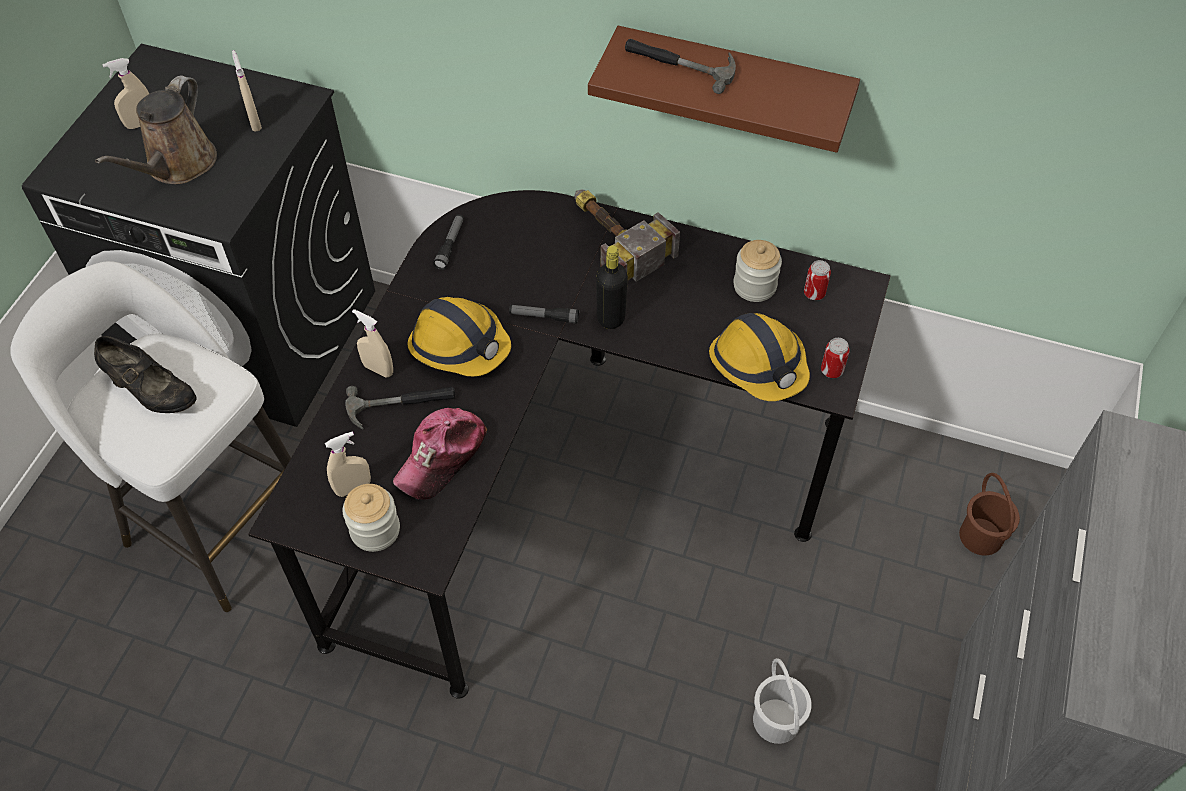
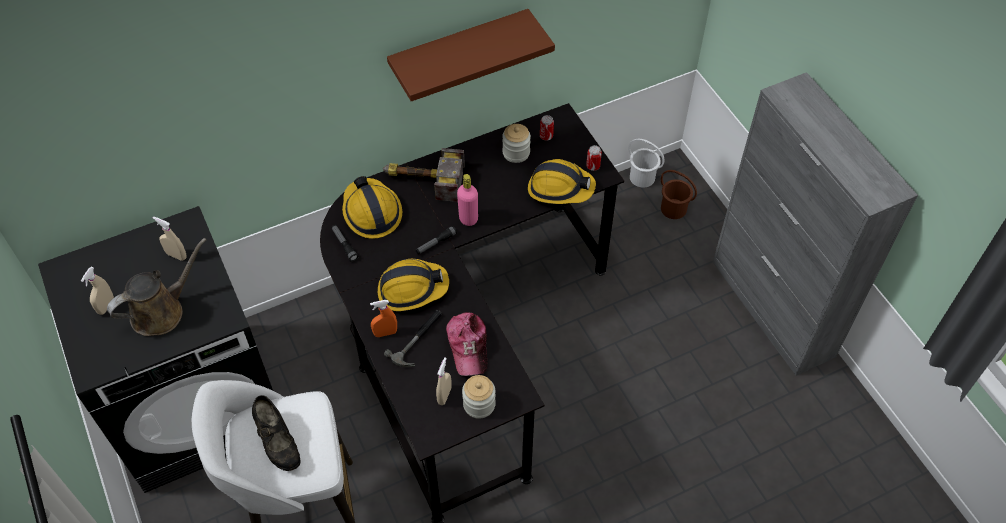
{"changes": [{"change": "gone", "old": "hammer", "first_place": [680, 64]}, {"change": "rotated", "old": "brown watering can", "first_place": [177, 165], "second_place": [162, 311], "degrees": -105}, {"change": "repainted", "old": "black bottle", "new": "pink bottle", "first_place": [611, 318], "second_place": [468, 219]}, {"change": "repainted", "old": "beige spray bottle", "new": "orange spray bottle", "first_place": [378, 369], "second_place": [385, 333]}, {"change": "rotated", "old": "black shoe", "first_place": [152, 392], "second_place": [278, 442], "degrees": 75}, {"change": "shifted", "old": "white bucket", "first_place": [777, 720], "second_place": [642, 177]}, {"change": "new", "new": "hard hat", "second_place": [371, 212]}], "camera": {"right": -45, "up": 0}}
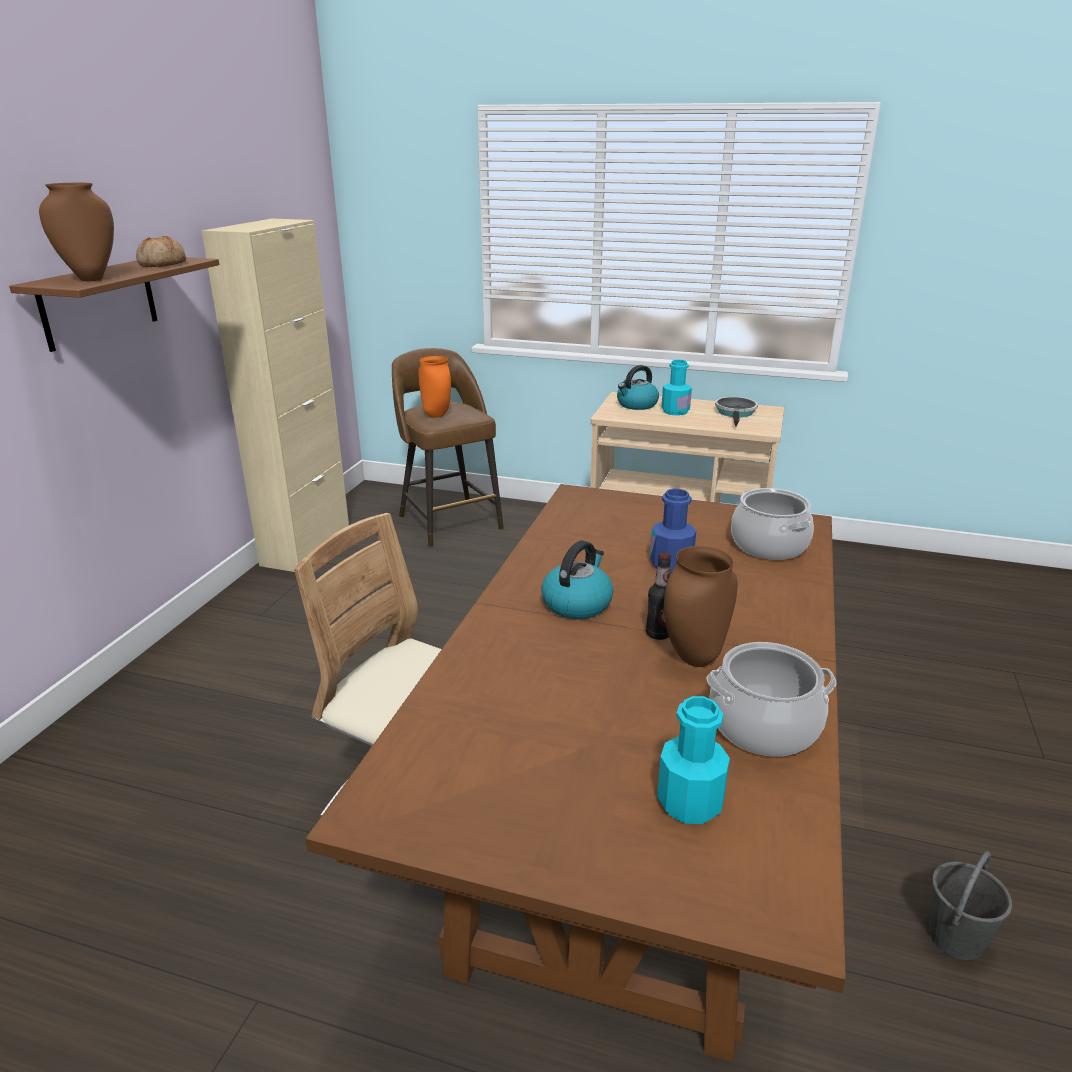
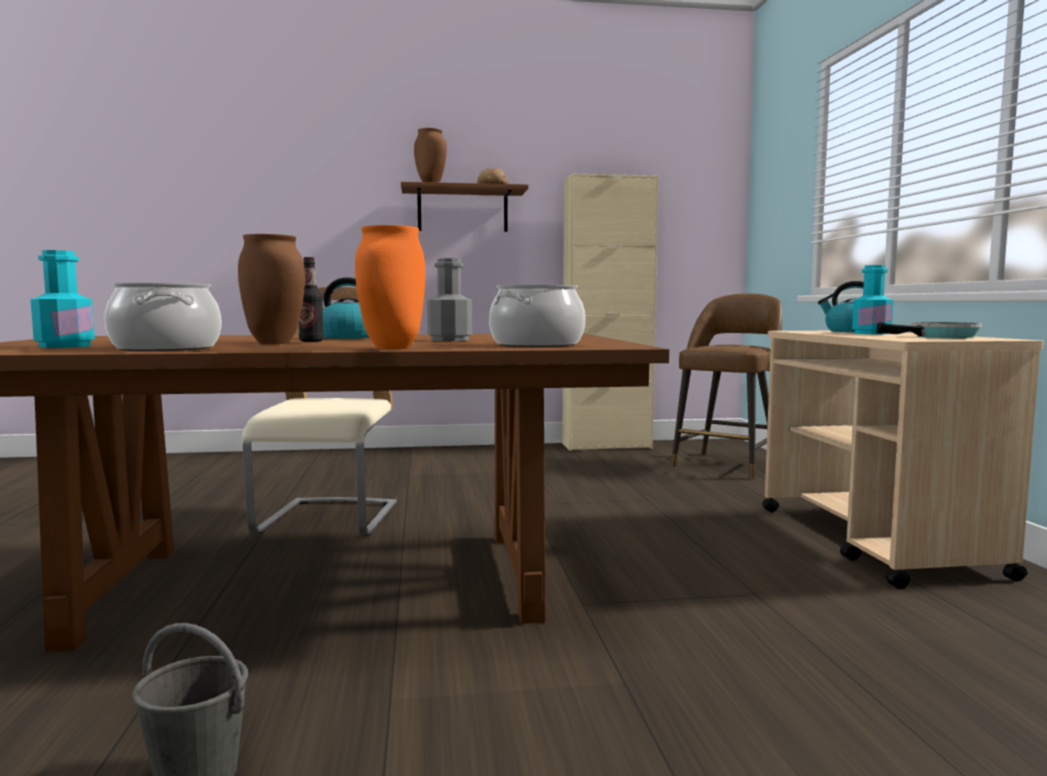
{"changes": [{"change": "shifted", "old": "orange vase", "first_place": [437, 415], "second_place": [393, 348]}, {"change": "repainted", "old": "blue bottle", "new": "grey bottle", "first_place": [671, 564], "second_place": [449, 340]}], "camera": {"right": 65, "up": -20}}
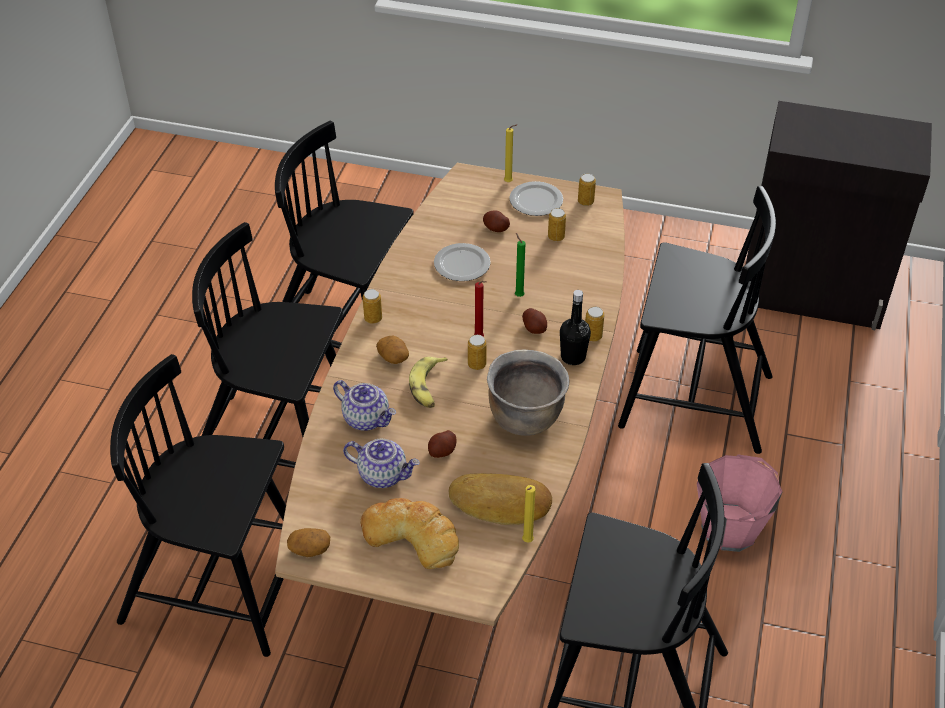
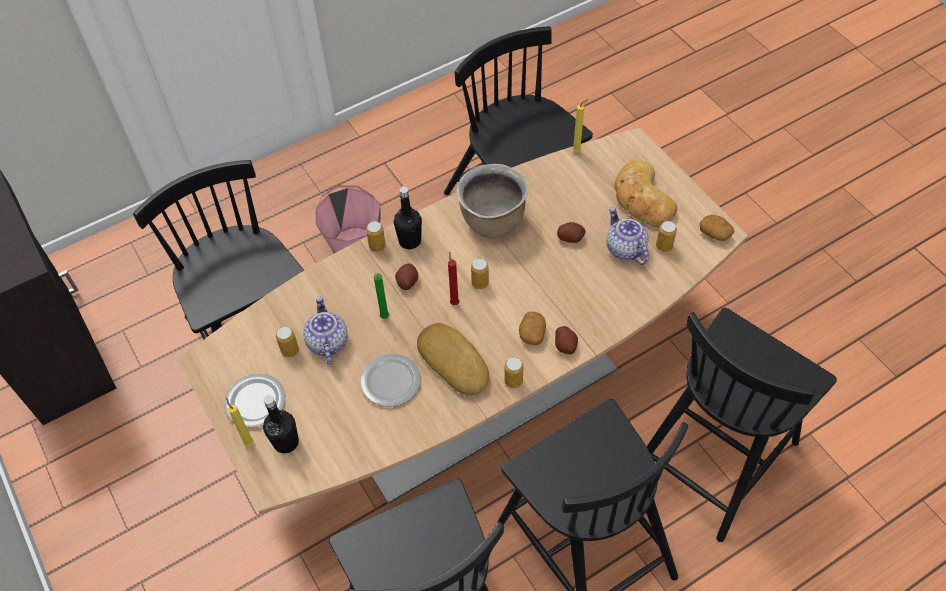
{"changes": [{"change": "shifted", "old": "can", "first_place": [585, 202], "second_place": [664, 246]}, {"change": "shifted", "old": "potato", "first_place": [495, 228], "second_place": [565, 345]}, {"change": "rotated", "old": "black chair", "first_place": [219, 588], "second_place": [715, 455], "degrees": 75}, {"change": "gone", "old": "banana", "first_place": [428, 387]}, {"change": "shifted", "old": "teapot", "first_place": [367, 418], "second_place": [327, 342]}, {"change": "shifted", "old": "bread", "first_place": [500, 504], "second_place": [454, 361]}, {"change": "new", "new": "black bottle", "second_place": [286, 442]}], "camera": {"right": -135, "up": 10}}
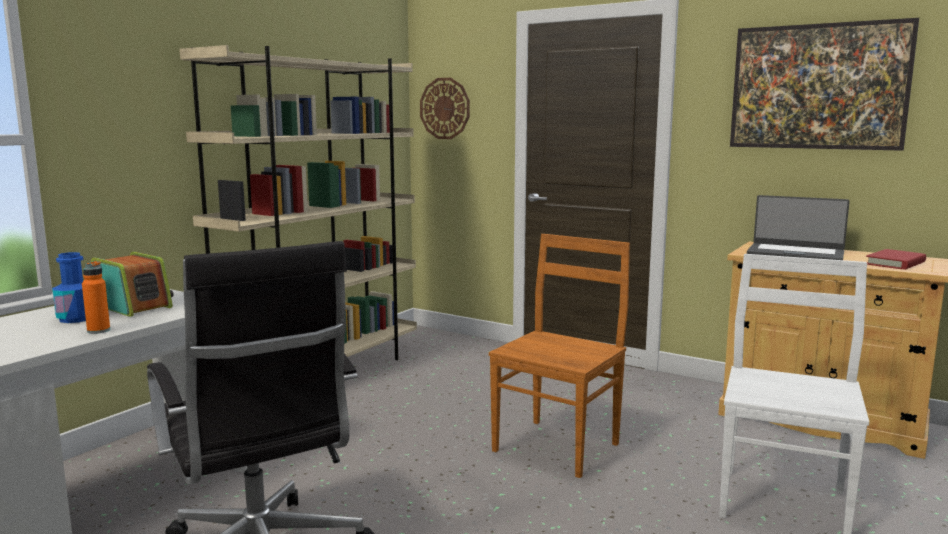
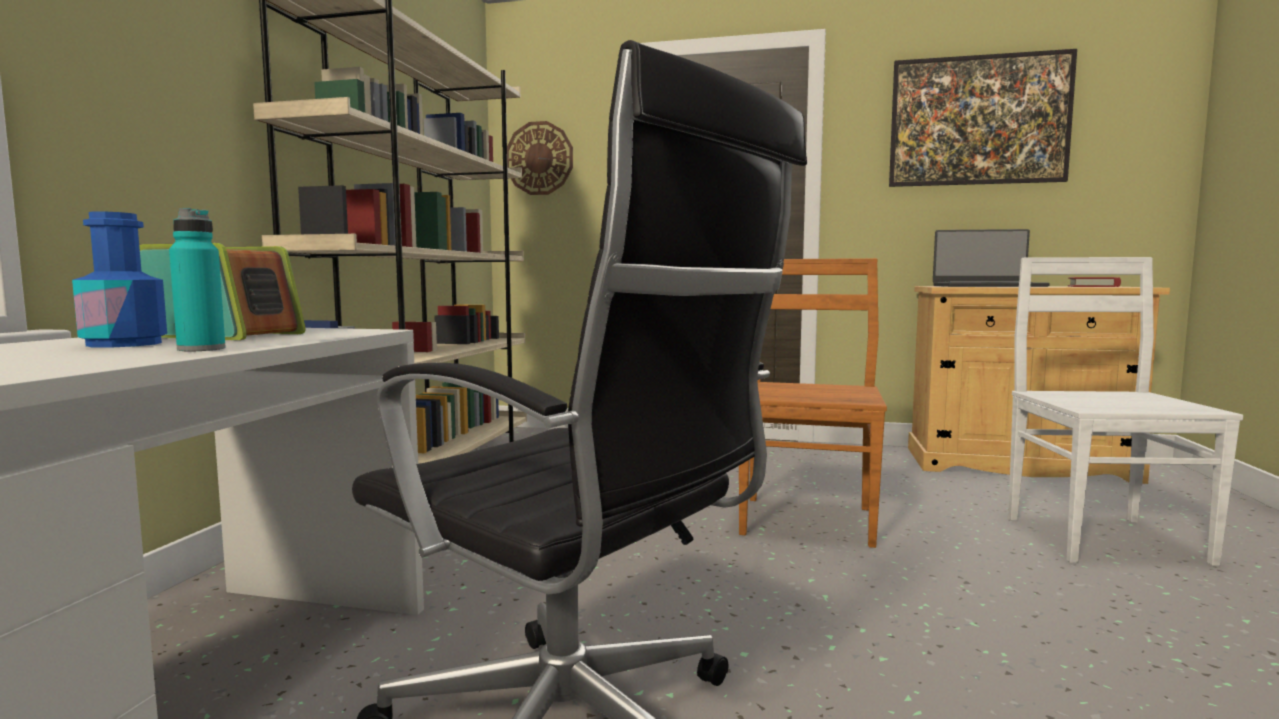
{"changes": [{"change": "repainted", "old": "orange bottle", "new": "turquoise bottle", "first_place": [98, 330], "second_place": [201, 349]}], "camera": {"right": -20, "up": -5}}
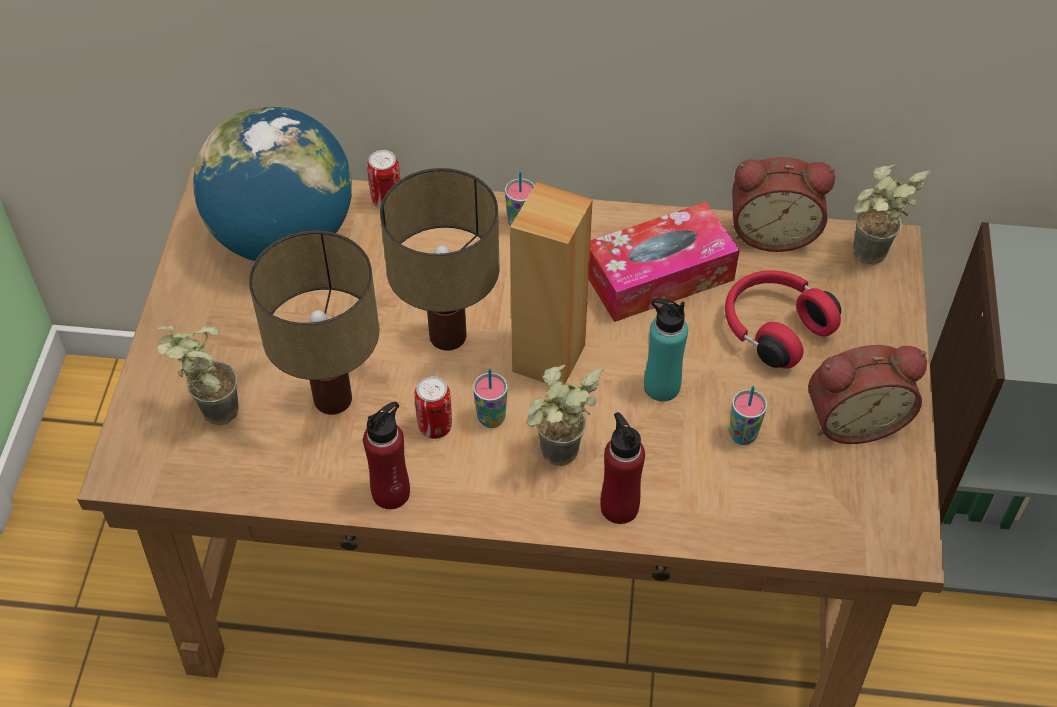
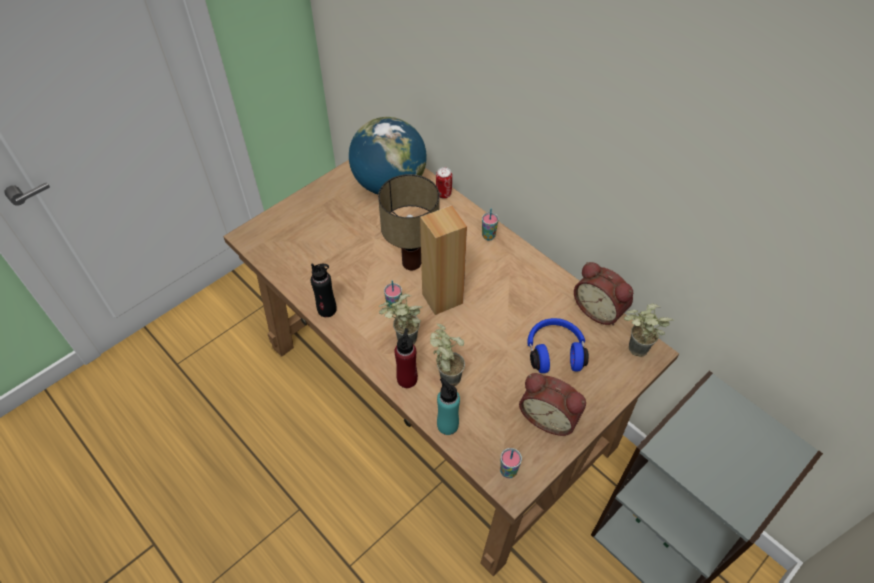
{"changes": [{"change": "gone", "old": "tissue box", "first_place": [659, 276]}, {"change": "gone", "old": "table lamp", "first_place": [331, 400]}, {"change": "repainted", "old": "red headphones", "new": "blue headphones", "first_place": [774, 328], "second_place": [554, 351]}, {"change": "shifted", "old": "turquoise bottle", "first_place": [661, 386], "second_place": [447, 425]}, {"change": "shifted", "old": "potted plant", "first_place": [209, 413], "second_place": [444, 375]}, {"change": "gone", "old": "can", "first_place": [435, 427]}, {"change": "shifted", "old": "cup", "first_place": [743, 435], "second_place": [508, 471]}, {"change": "repainted", "old": "red bottle", "new": "black bottle", "first_place": [391, 493], "second_place": [327, 309]}], "camera": {"right": 40, "up": 0}}
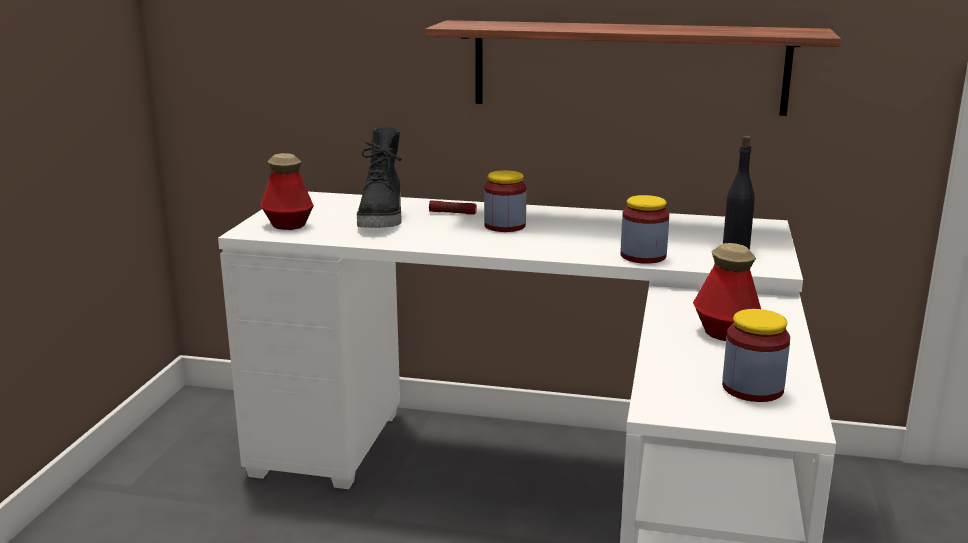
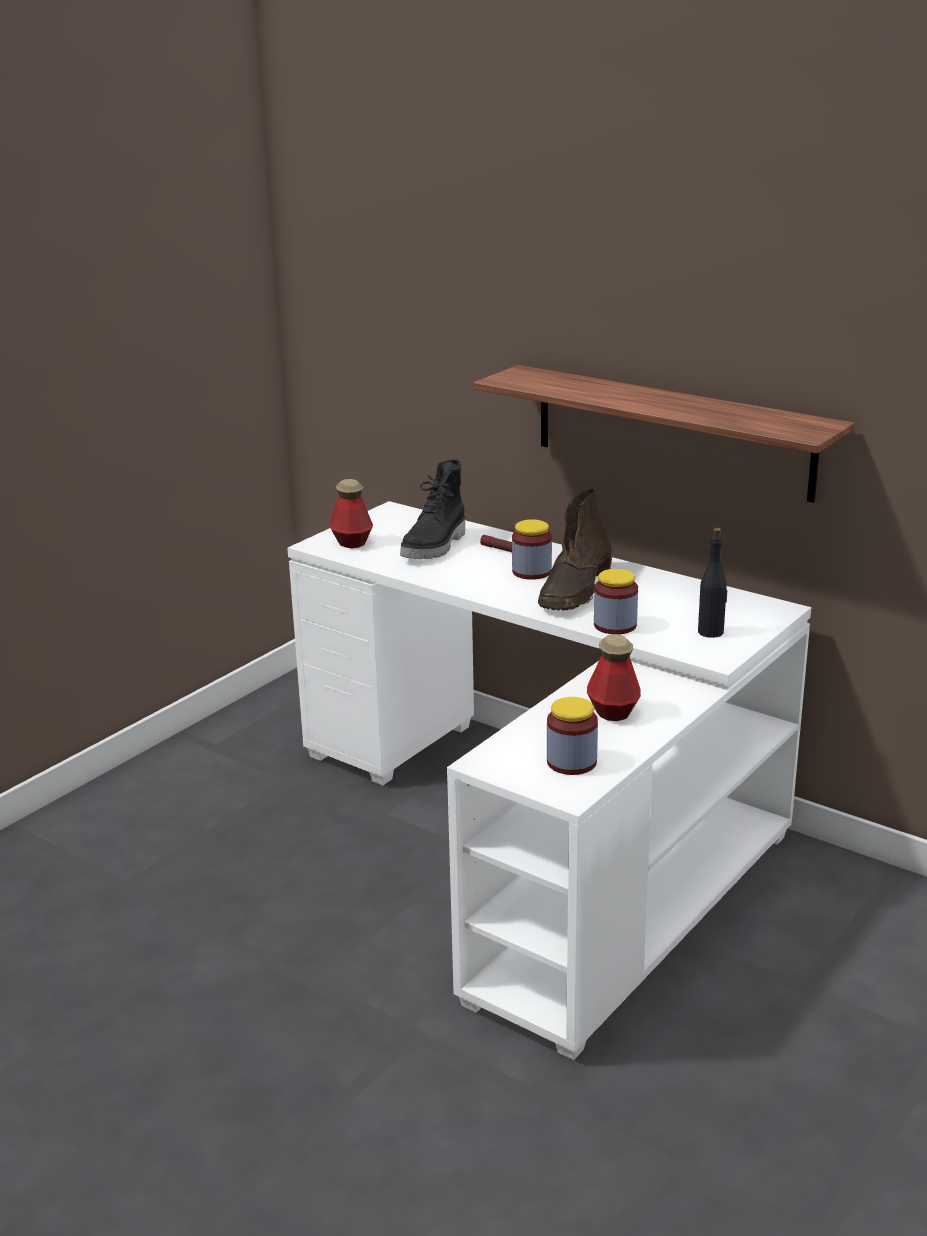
{"changes": [{"change": "new", "new": "brown boot", "second_place": [575, 590]}], "camera": {"right": 25, "up": 5}}
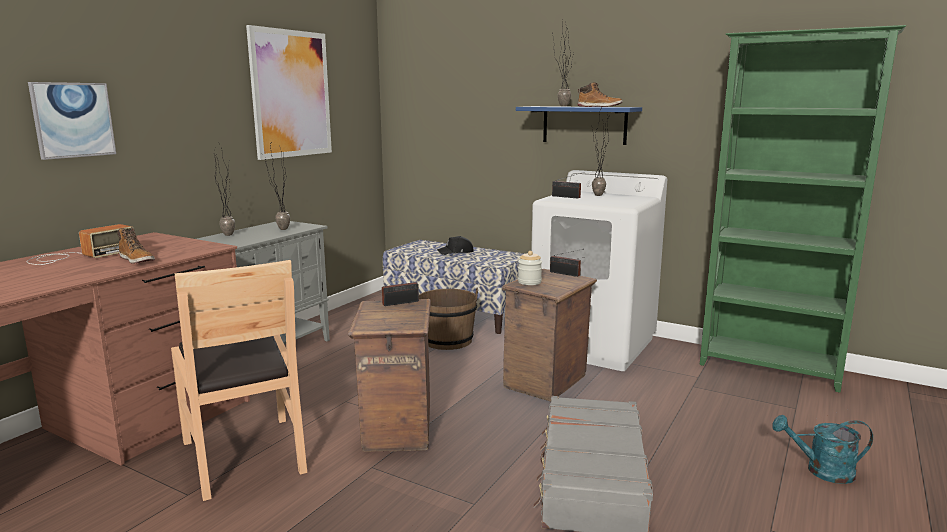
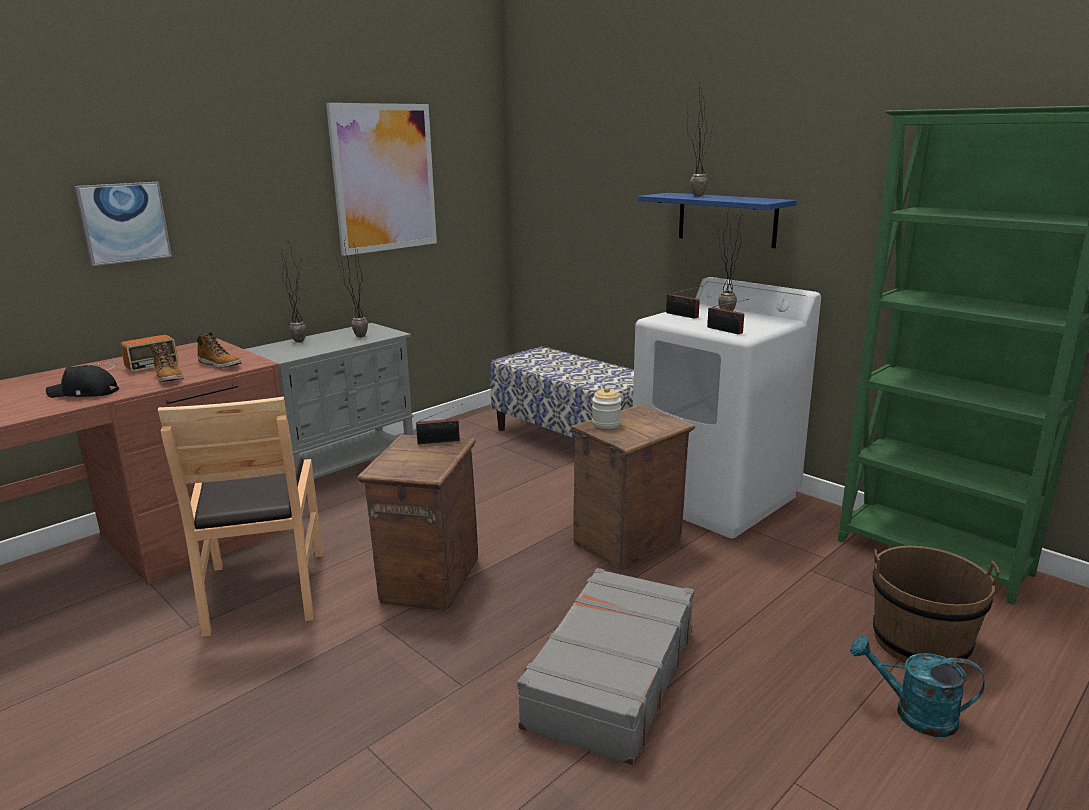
{"changes": [{"change": "shifted", "old": "boot", "first_place": [599, 106], "second_place": [220, 364]}, {"change": "shifted", "old": "black cap", "first_place": [456, 252], "second_place": [84, 393]}, {"change": "shifted", "old": "radio", "first_place": [566, 274], "second_place": [726, 331]}, {"change": "shifted", "old": "brown bucket", "first_place": [447, 341], "second_place": [920, 643]}], "camera": {"right": 15, "up": 5}}
